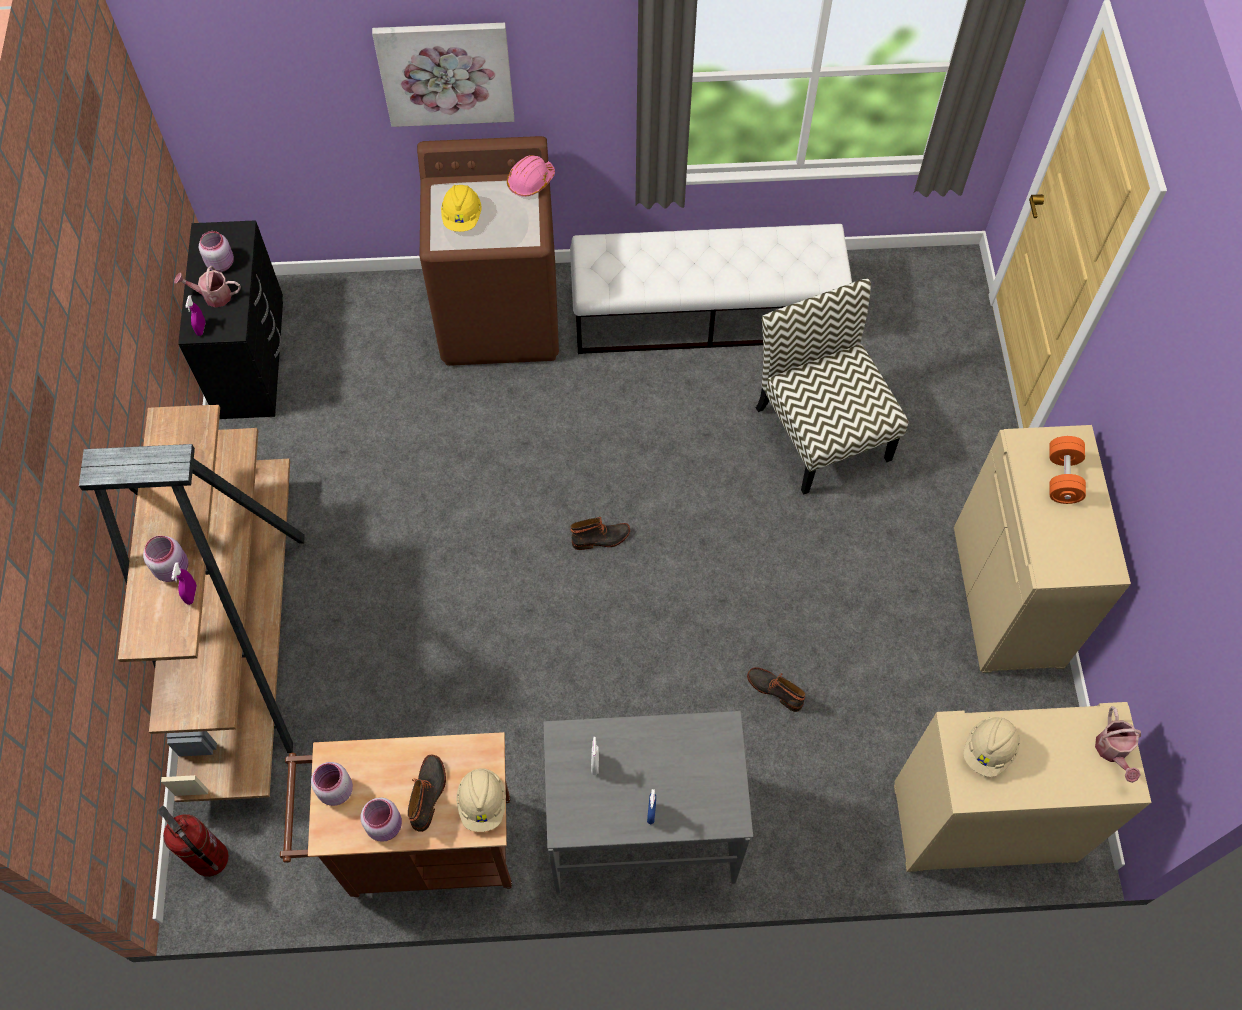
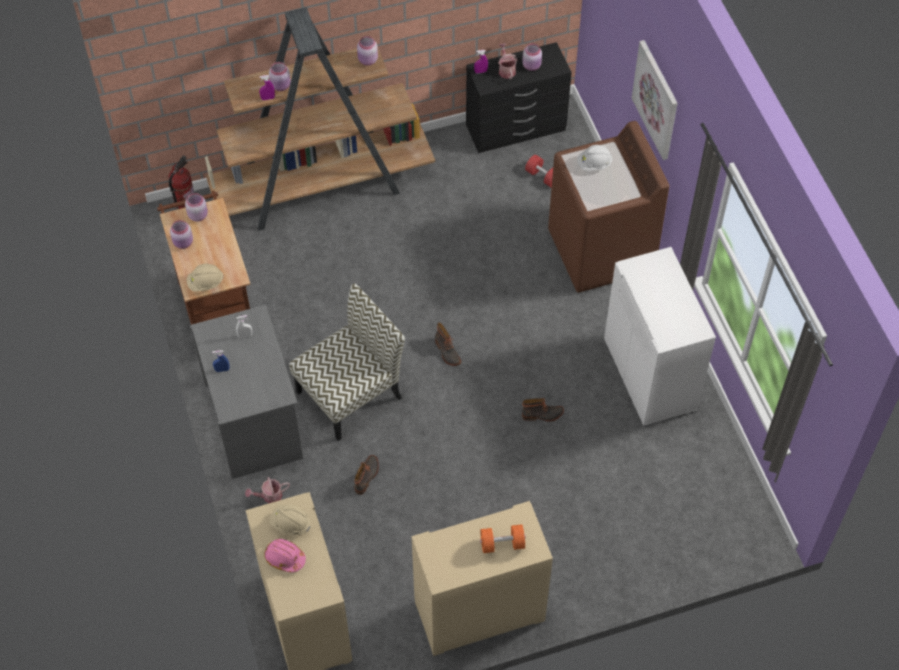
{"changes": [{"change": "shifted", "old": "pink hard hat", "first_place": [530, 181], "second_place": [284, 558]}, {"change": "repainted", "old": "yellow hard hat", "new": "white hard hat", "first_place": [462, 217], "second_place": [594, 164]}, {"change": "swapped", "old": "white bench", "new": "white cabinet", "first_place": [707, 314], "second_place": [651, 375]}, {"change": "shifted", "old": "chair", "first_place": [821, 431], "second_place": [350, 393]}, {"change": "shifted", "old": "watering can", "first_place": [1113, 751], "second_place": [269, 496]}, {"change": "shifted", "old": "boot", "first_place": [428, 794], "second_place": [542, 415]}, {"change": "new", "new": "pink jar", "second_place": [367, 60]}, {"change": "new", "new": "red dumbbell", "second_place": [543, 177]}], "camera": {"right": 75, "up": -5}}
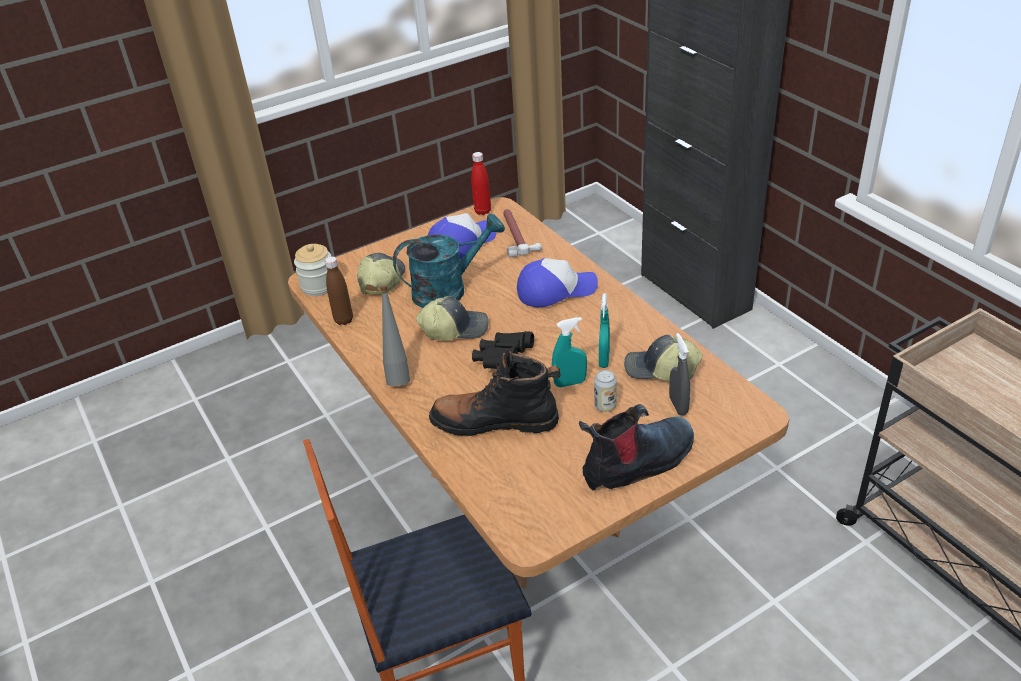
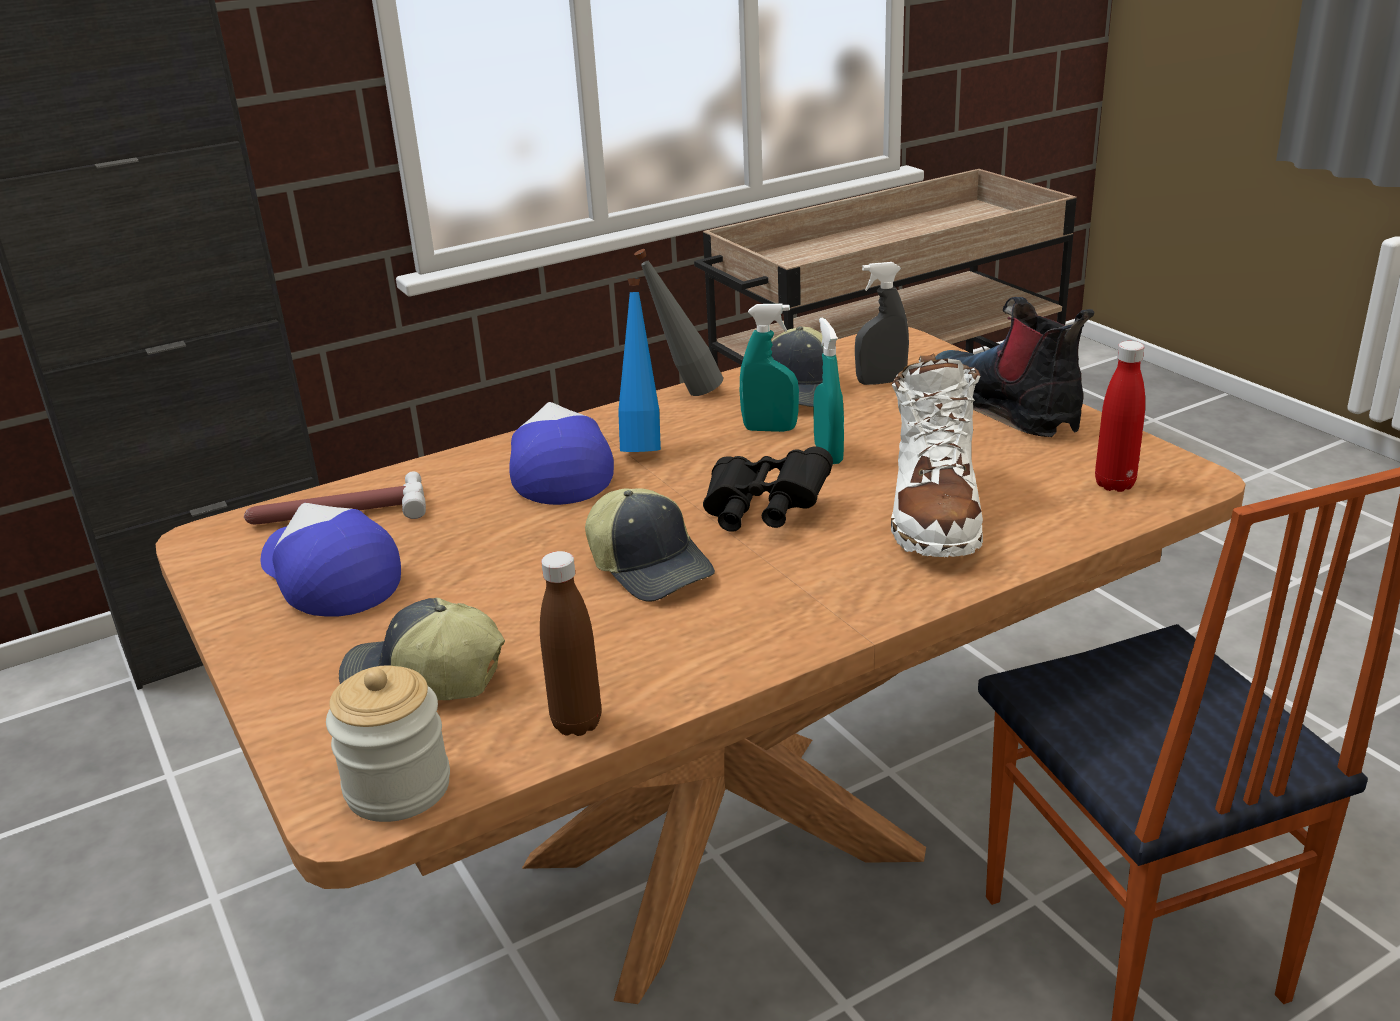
{"changes": [{"change": "shifted", "old": "red bottle", "first_place": [482, 211], "second_place": [1114, 484]}, {"change": "gone", "old": "turquoise watering can", "first_place": [448, 290]}, {"change": "shifted", "old": "grey bottle", "first_place": [398, 375], "second_place": [684, 393]}, {"change": "rotated", "old": "cap", "first_place": [455, 328], "second_place": [651, 567], "degrees": 150}, {"change": "repainted", "old": "black boot", "new": "white boot", "first_place": [495, 422], "second_place": [934, 514]}, {"change": "gone", "old": "can", "first_place": [605, 406]}, {"change": "new", "new": "blue bottle", "second_place": [642, 446]}], "camera": {"right": -90, "up": -10}}
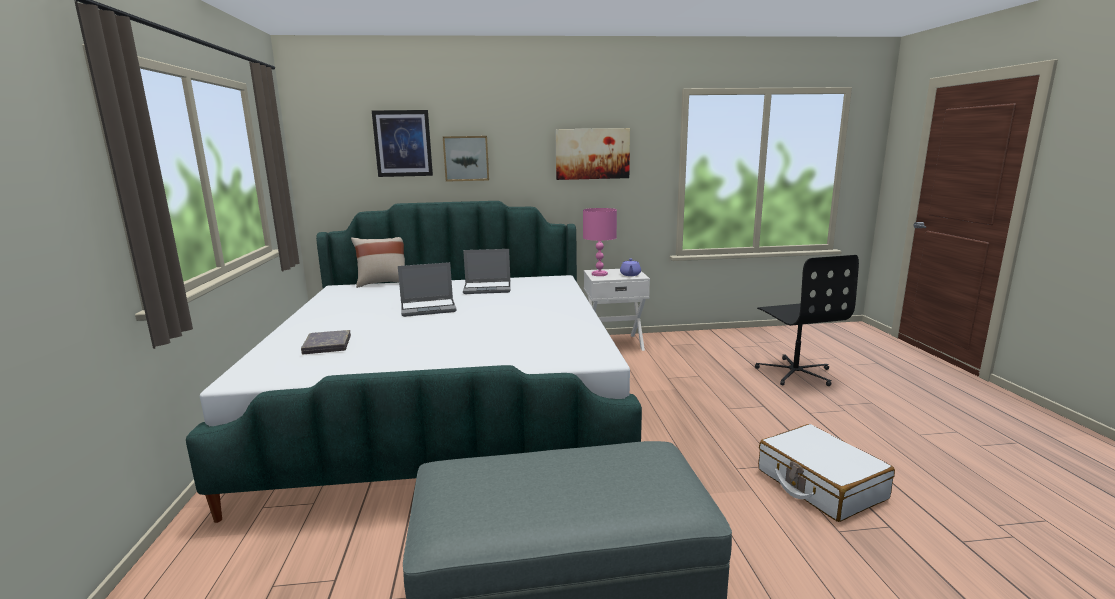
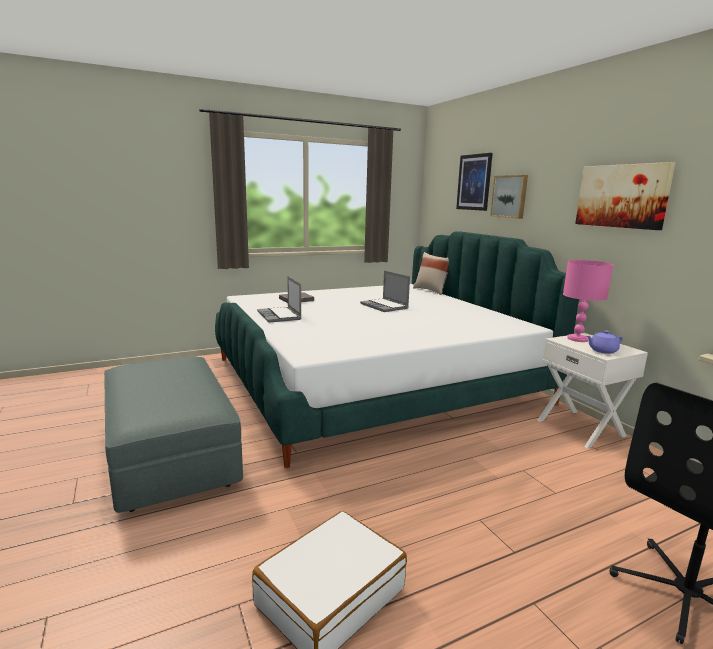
{"changes": [{"change": "shifted", "old": "laptop", "first_place": [488, 288], "second_place": [280, 316]}], "camera": {"right": 70, "up": 0}}
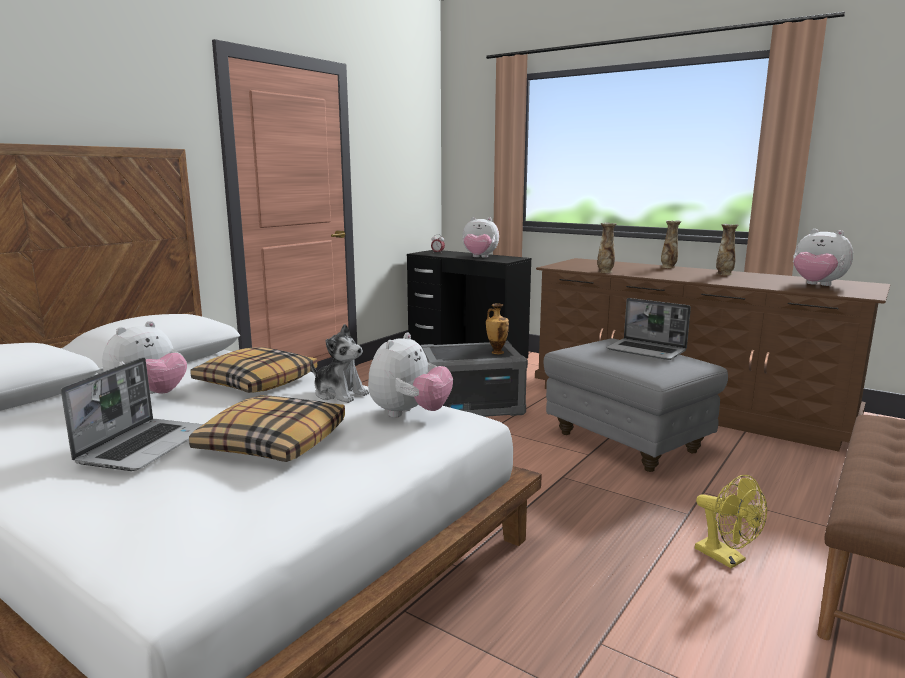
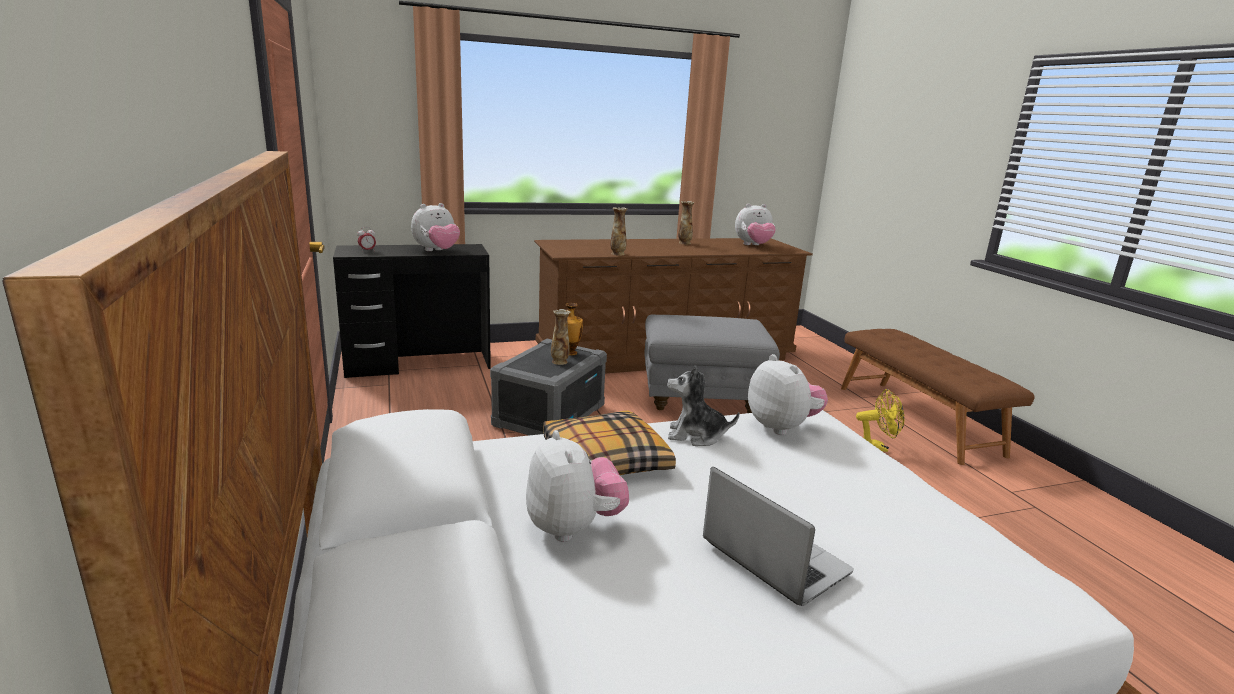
{"changes": [{"change": "shifted", "old": "vase", "first_place": [668, 267], "second_place": [560, 362]}, {"change": "gone", "old": "laptop", "first_place": [647, 351]}, {"change": "rotated", "old": "plush toy", "first_place": [339, 394], "second_place": [696, 435], "degrees": -150}, {"change": "gone", "old": "pillow", "first_place": [272, 443]}], "camera": {"right": -55, "up": 5}}
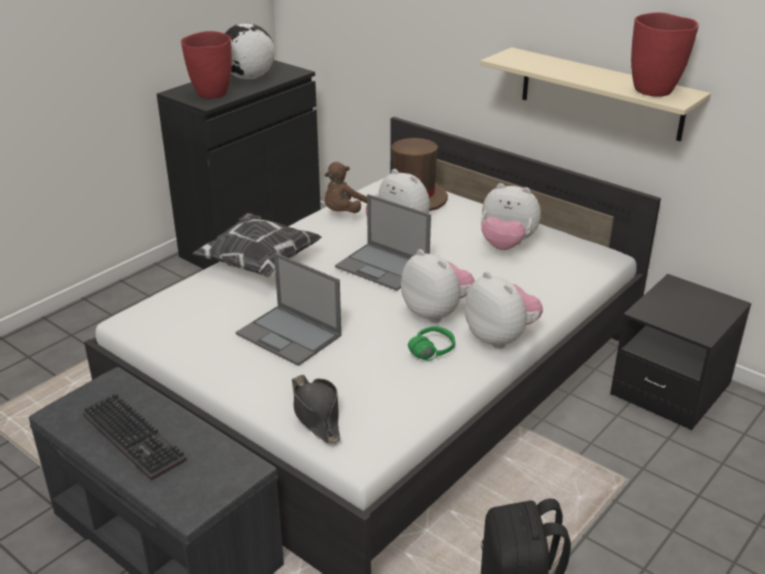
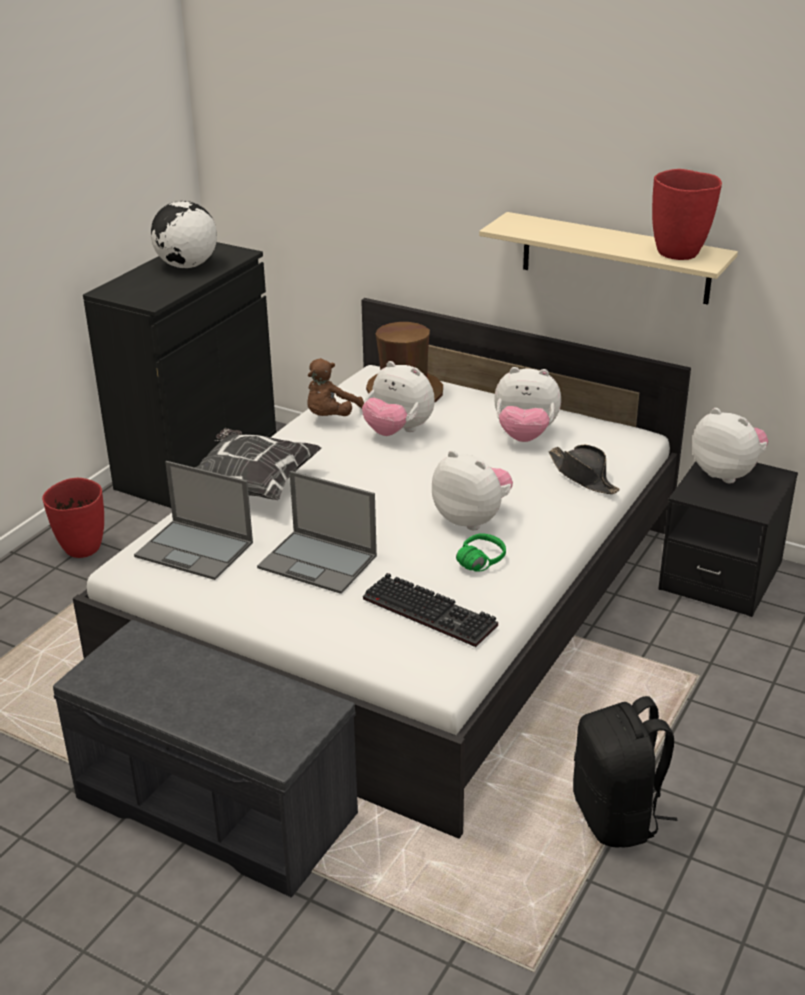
{"changes": [{"change": "shifted", "old": "red vase", "first_place": [212, 94], "second_place": [82, 549]}, {"change": "shifted", "old": "laptop", "first_place": [383, 267], "second_place": [195, 550]}, {"change": "shifted", "old": "plush toy", "first_place": [500, 338], "second_place": [726, 473]}, {"change": "shifted", "old": "black hat", "first_place": [316, 414], "second_place": [583, 476]}, {"change": "shifted", "old": "keyboard", "first_place": [137, 437], "second_place": [433, 612]}], "camera": {"right": -10, "up": 0}}
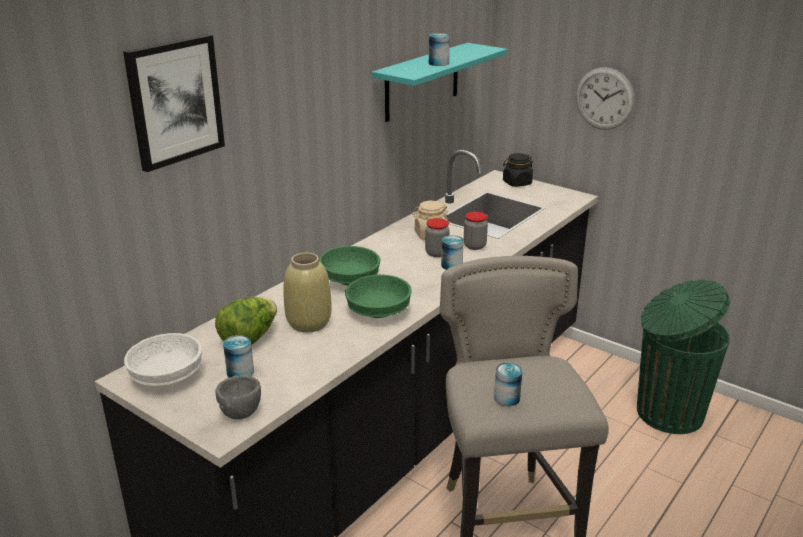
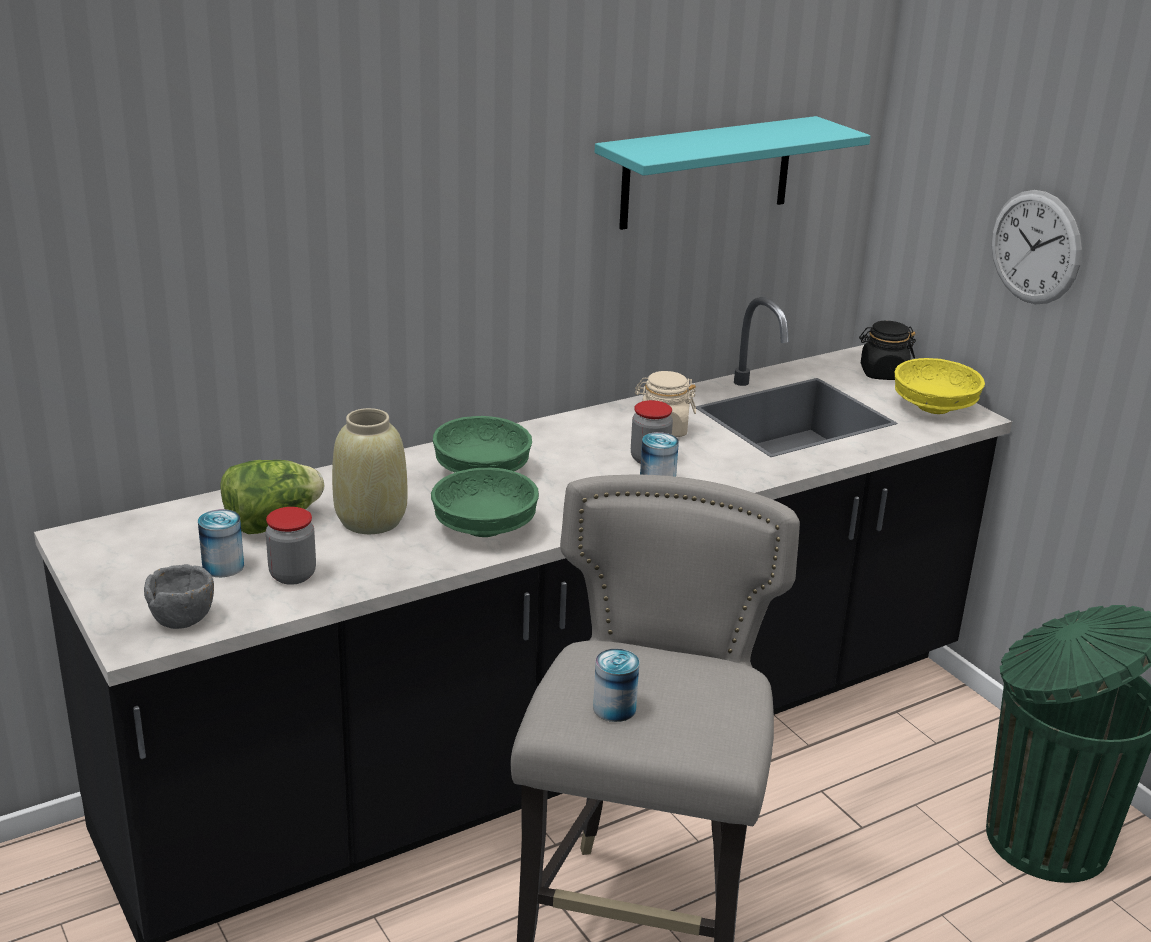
{"changes": [{"change": "gone", "old": "can", "first_place": [438, 63]}, {"change": "gone", "old": "picture", "first_place": [175, 101]}, {"change": "shifted", "old": "jar", "first_place": [474, 246], "second_place": [292, 575]}, {"change": "gone", "old": "white bowl", "first_place": [168, 376]}, {"change": "new", "new": "yellow bowl", "second_place": [932, 407]}], "camera": {"right": 20, "up": 0}}
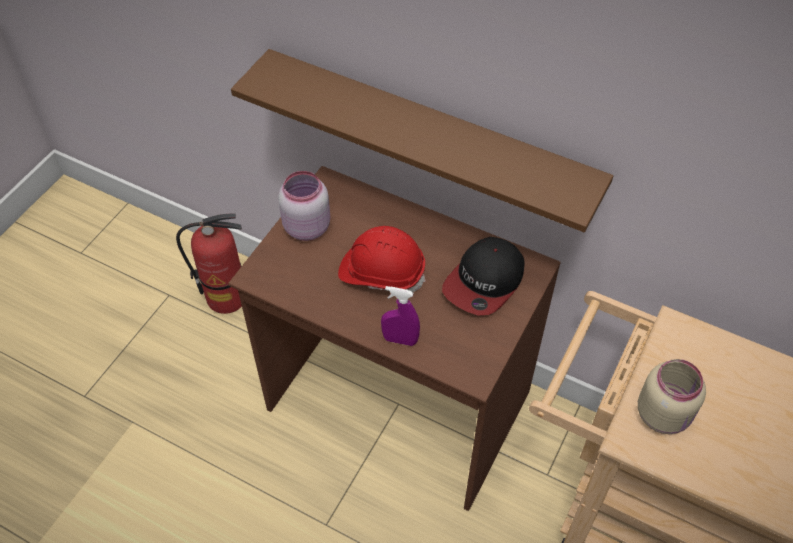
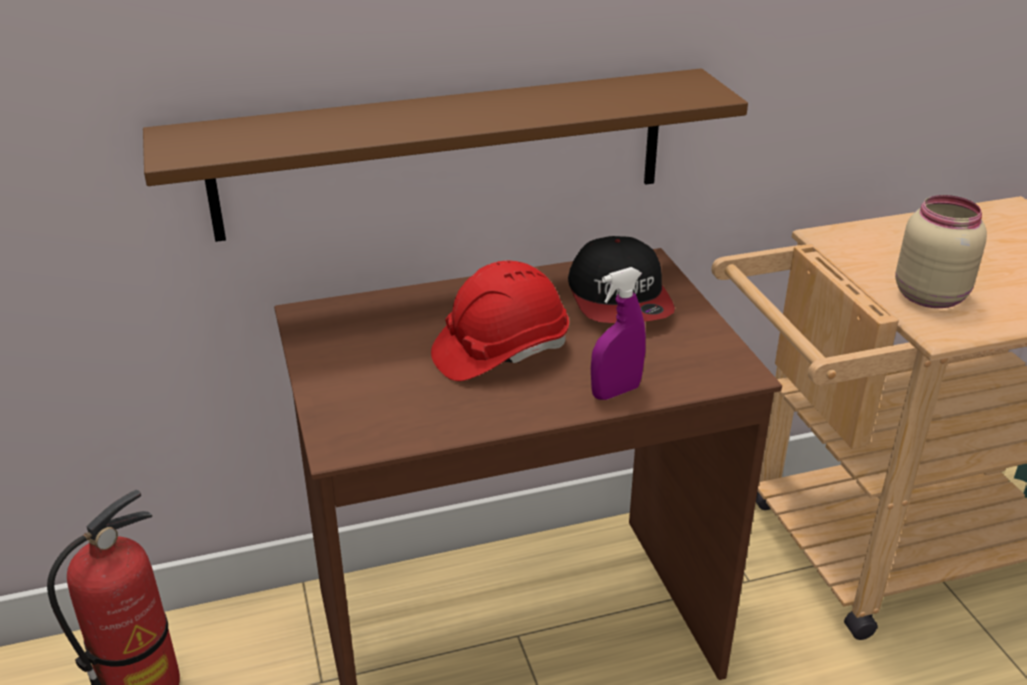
{"changes": [{"change": "gone", "old": "pink jar", "first_place": [306, 226]}], "camera": {"right": -45, "up": -20}}
